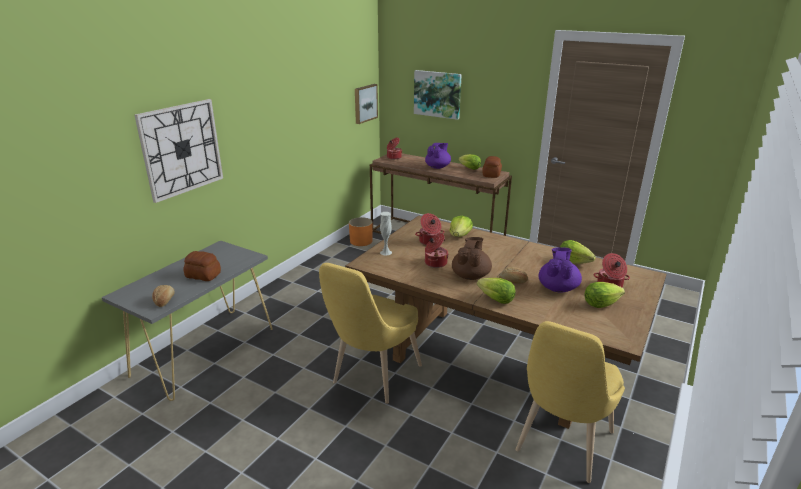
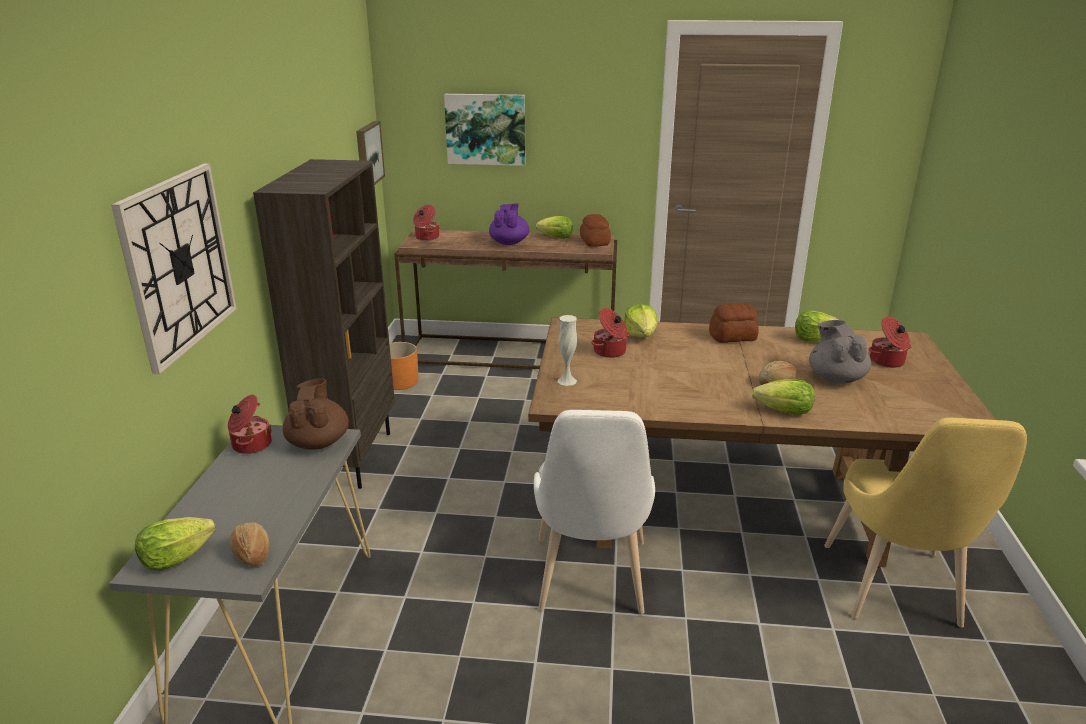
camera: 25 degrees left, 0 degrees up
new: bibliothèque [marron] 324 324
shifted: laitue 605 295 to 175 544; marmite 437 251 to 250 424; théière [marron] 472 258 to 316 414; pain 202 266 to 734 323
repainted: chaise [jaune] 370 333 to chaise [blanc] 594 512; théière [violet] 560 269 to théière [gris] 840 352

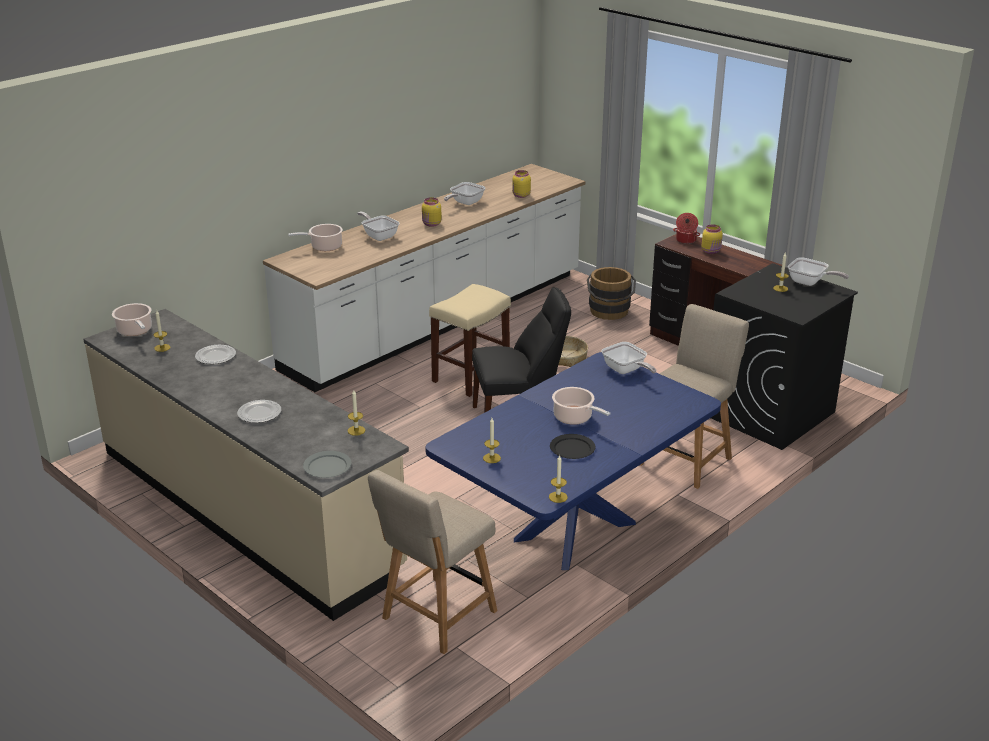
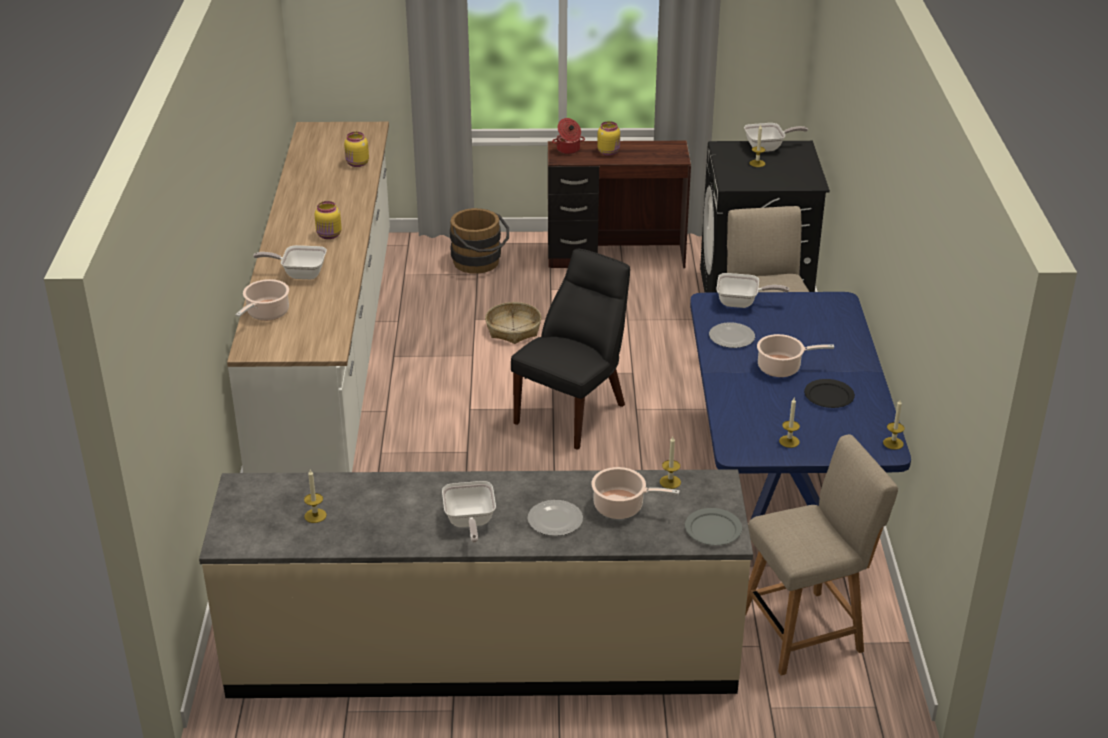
camera: 45 degrees left, 5 degrees up
gone: tabouret [beige] 470 340
shifted: poêle 465 193 to 469 512; marmite 132 319 to 635 493; assiette 215 354 to 732 335
rotated: chaise [beige] 433 562 = 821 555 105 degrees counterclockwise

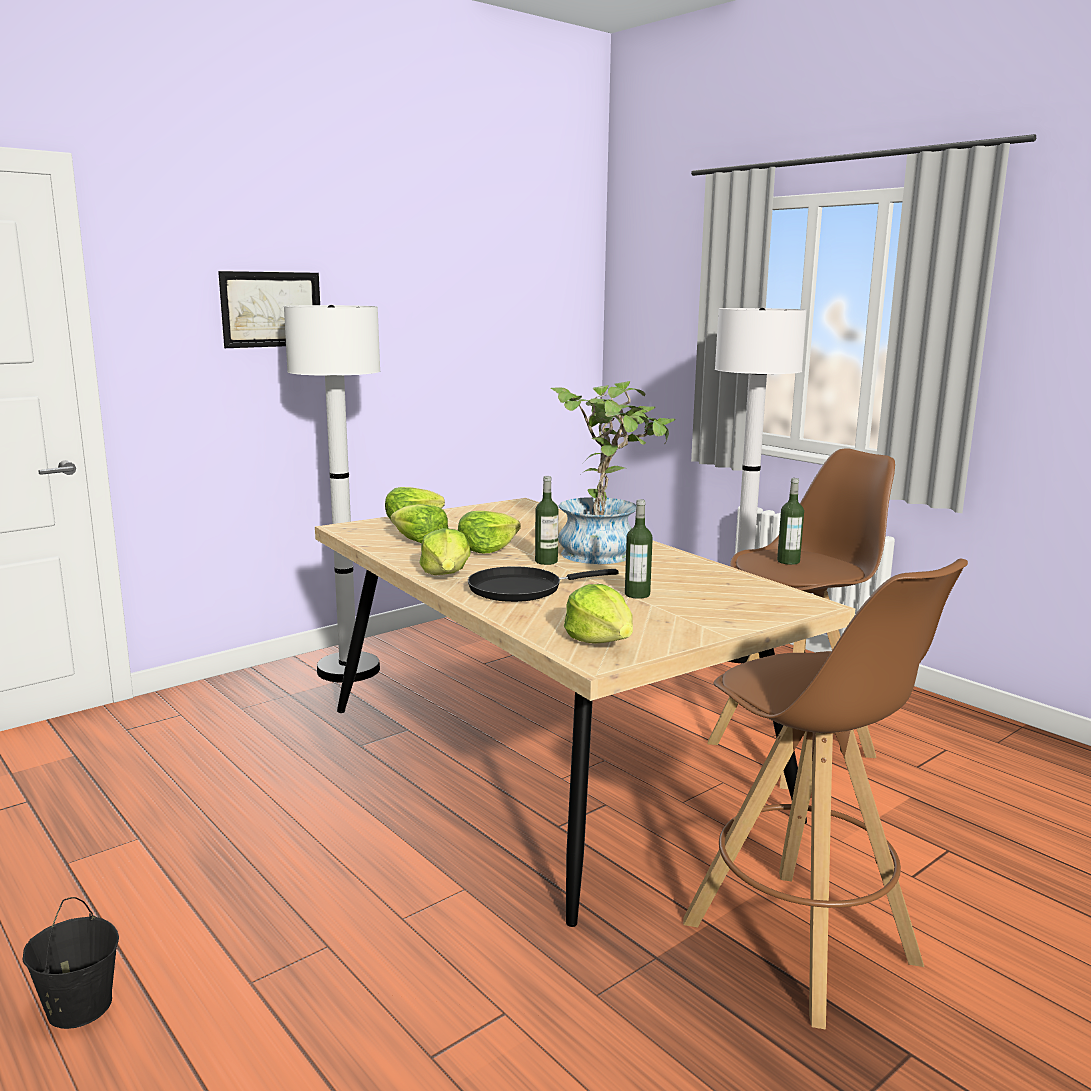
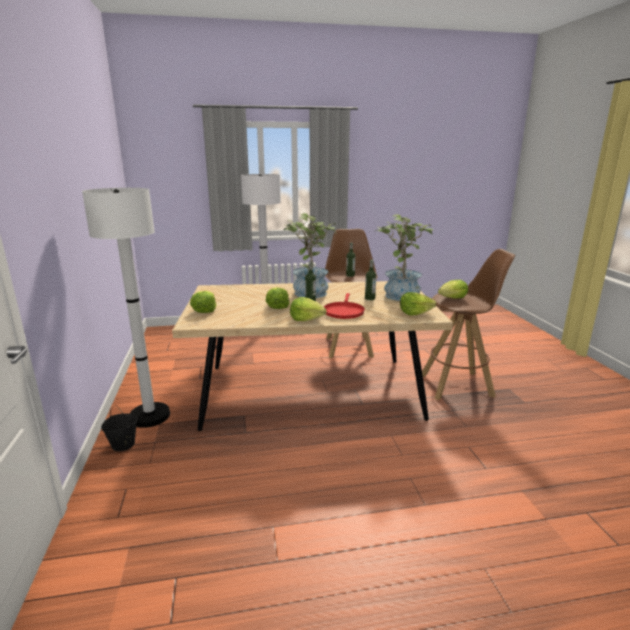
camera: 60 degrees left, 5 degrees up
gone: tableau 269 309
new: plante en pot 403 257
shifted: seau [noir] 71 963 to 119 428; laitue 419 523 to 453 289
repainted: poêle [noir] 543 584 to poêle [rouge] 344 306

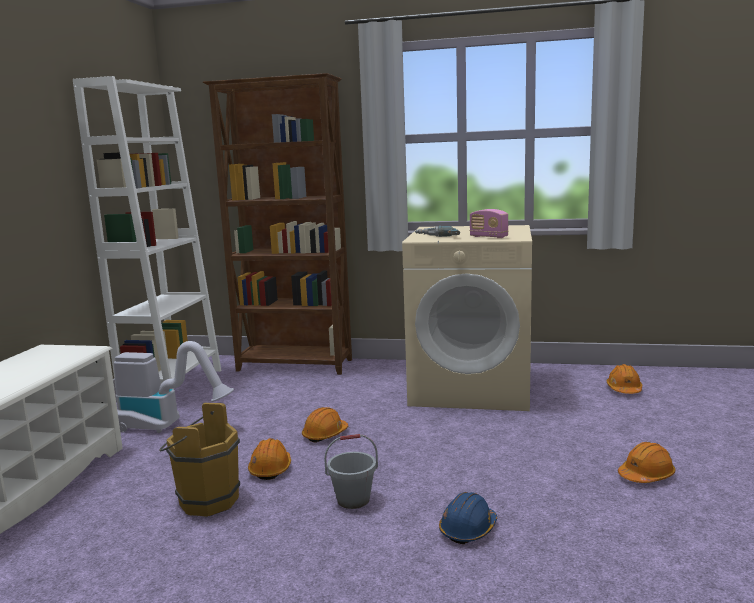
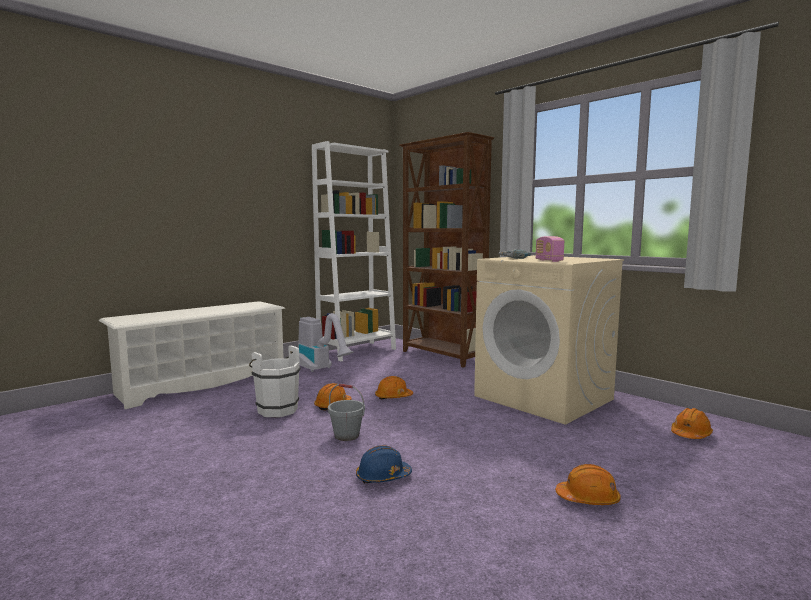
camera: 35 degrees right, 5 degrees down
repainted: seau [marron] 199 459 to seau [blanc] 275 381

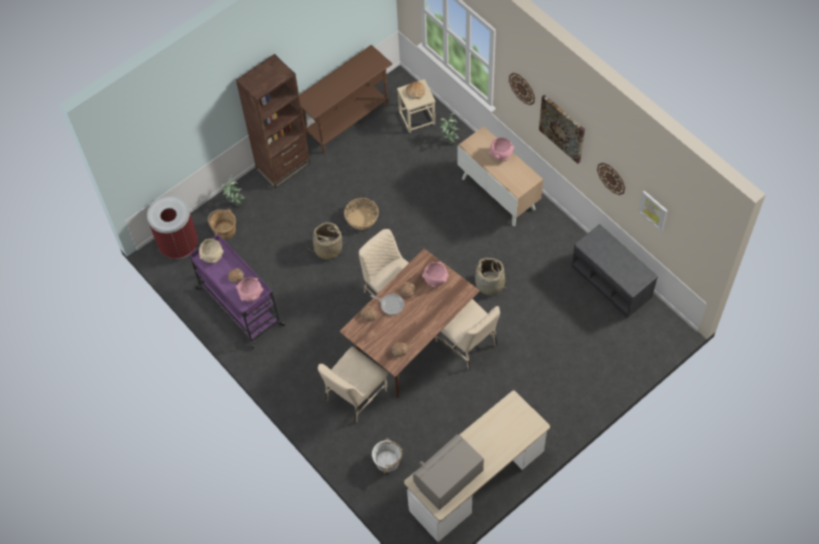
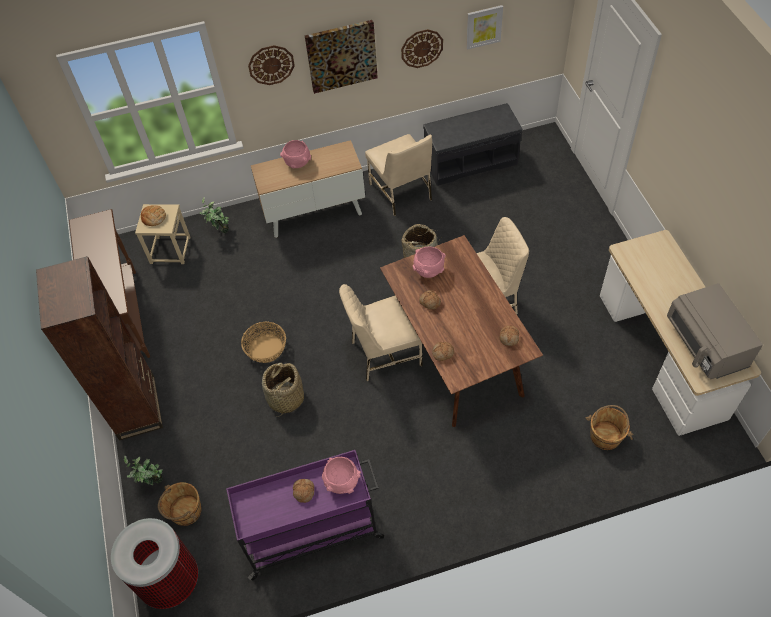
camera: 65 degrees left, 5 degrees down
gone: bol [beige] 211 251; poêle 387 304
shifted: chaise [beige] 353 385 to 398 175
repainted: seau [blanc] 387 456 to seau [marron] 609 427

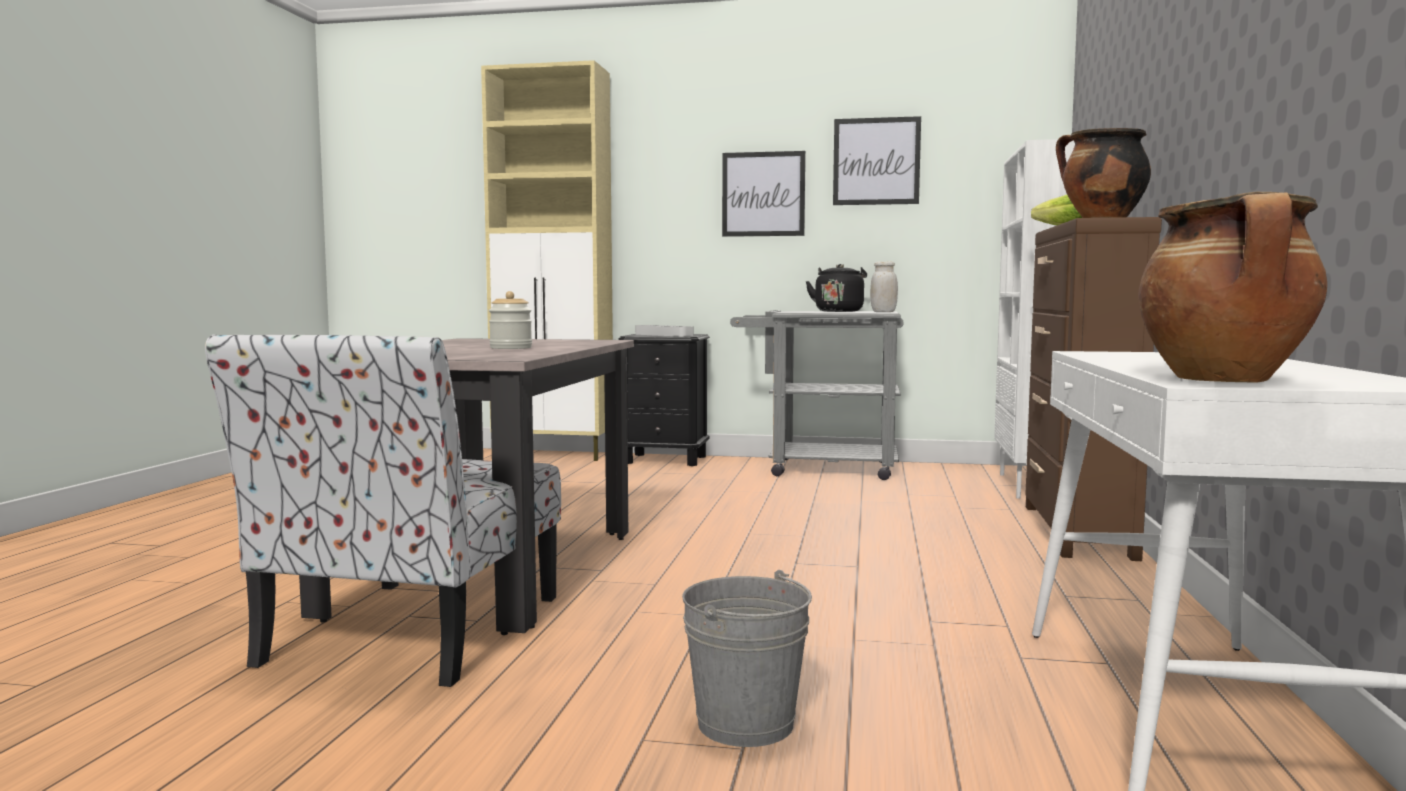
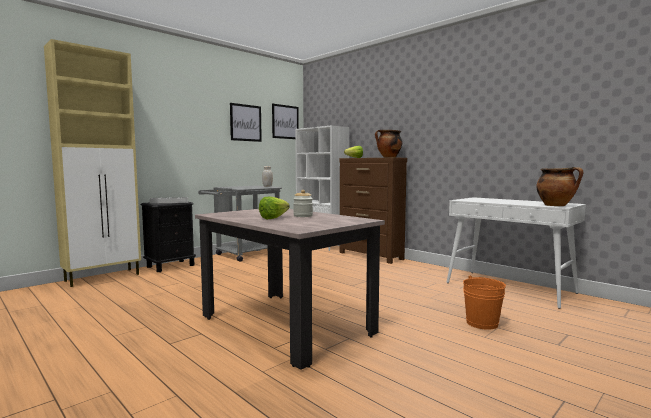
camera: 55 degrees left, 0 degrees up
gone: chaise 383 510; bouilloire [noir] 836 288
new: laitue 274 208
shifted: tableau 764 194 to 285 121
repainted: seau [gris] 747 658 to seau [orange] 484 302

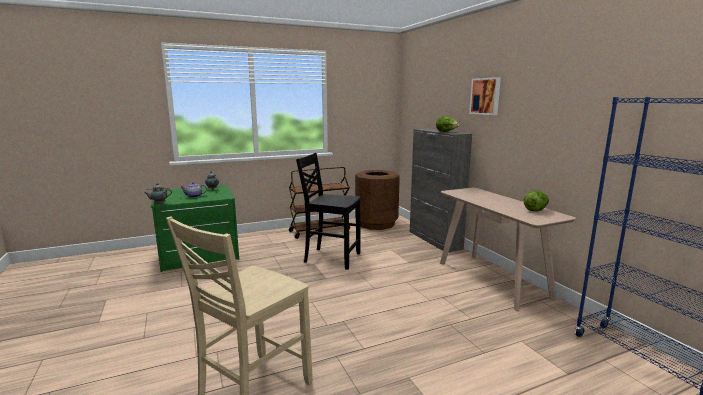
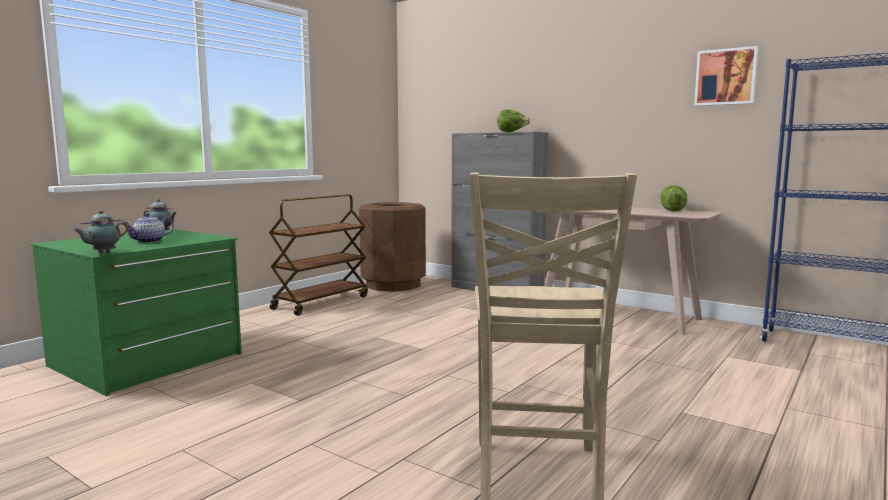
camera: 30 degrees left, 5 degrees down
gone: chaise [noir] 328 211
shifted: tableau 485 96 to 726 76

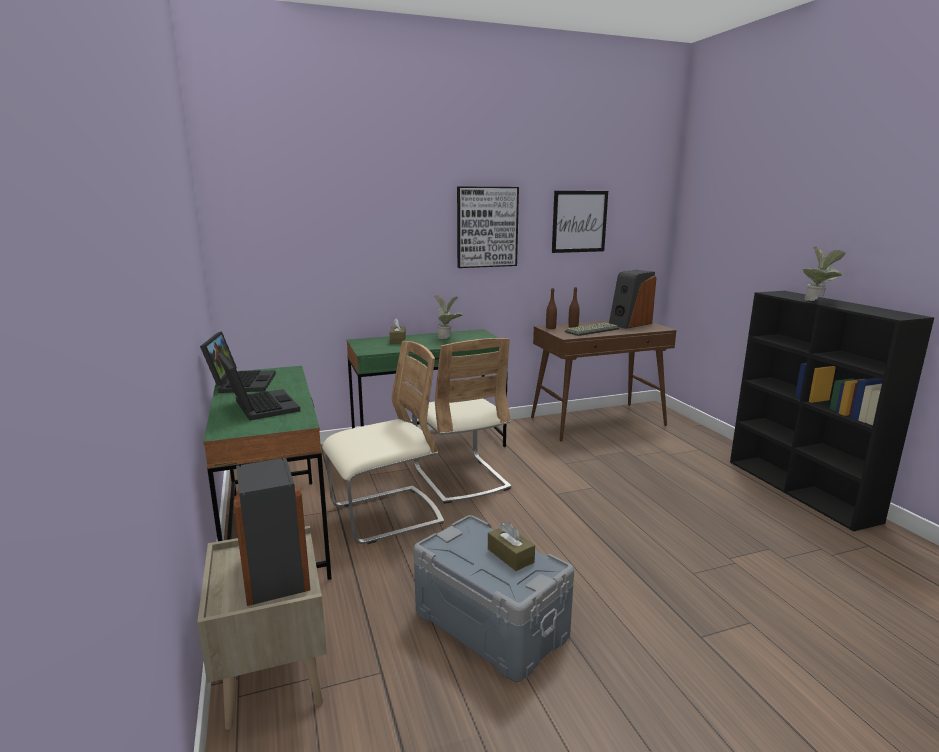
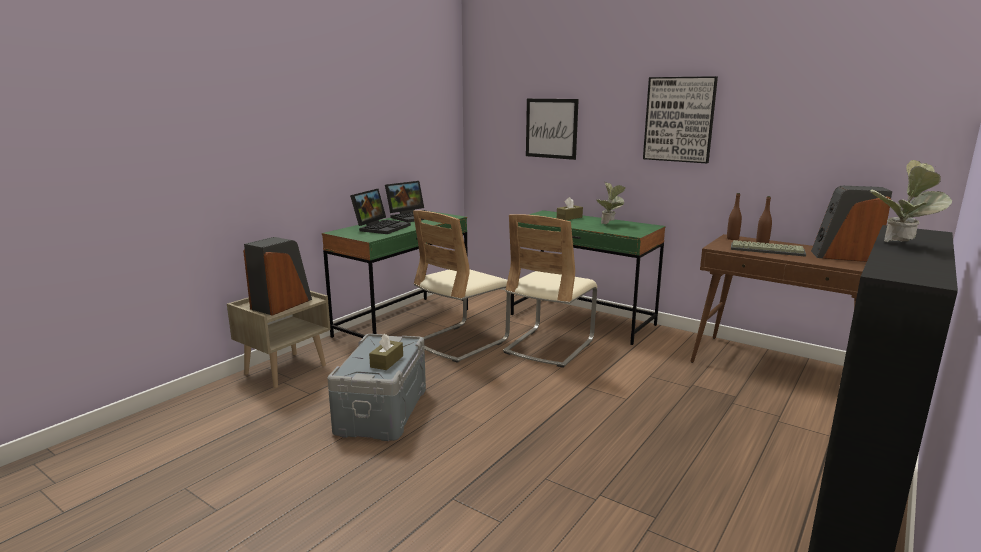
camera: 55 degrees right, 0 degrees up
shifted: tableau 580 222 to 552 129
rotated: chaise [beige] 383 442 = 462 286 105 degrees clockwise

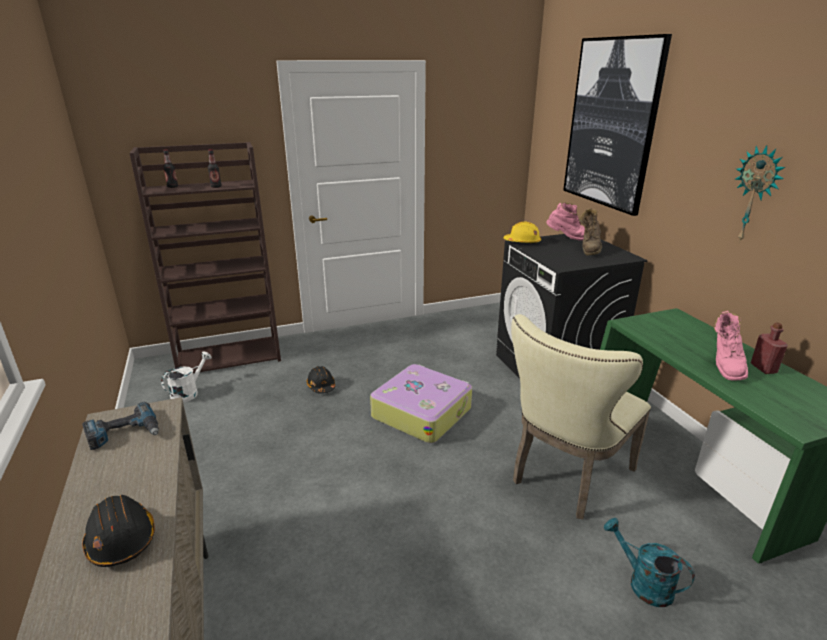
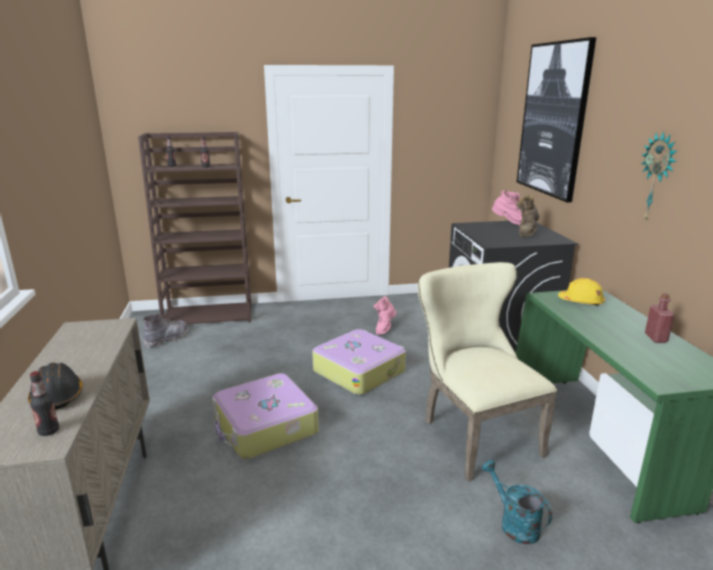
camera: 10 degrees right, 5 degrees down
gone: perceuse 120 426; casque de chantier [noir] 320 380
new: bouteille 44 403; valise 265 416
shifted: botte [rose] 731 346 to 385 315; casque de chantier [jaune] 522 233 to 581 292
swapped: arrosoir [blanc] 186 377 to botte [gris] 165 331
rotated: chaise [beige] 581 416 = 487 372 105 degrees clockwise

